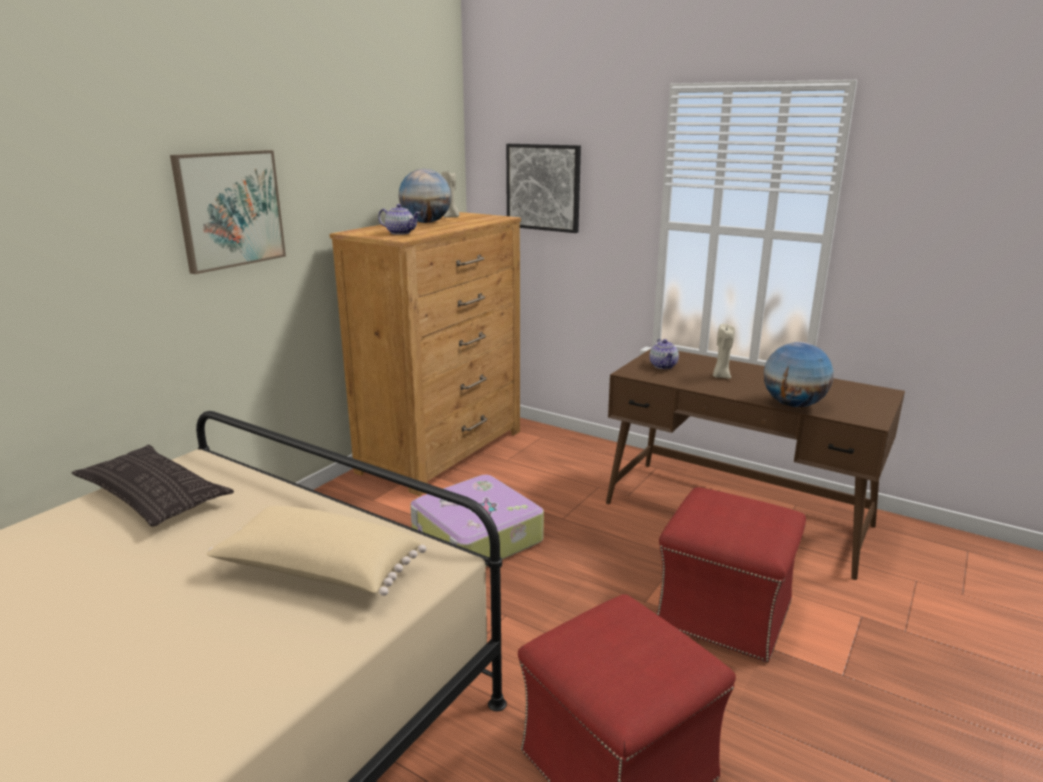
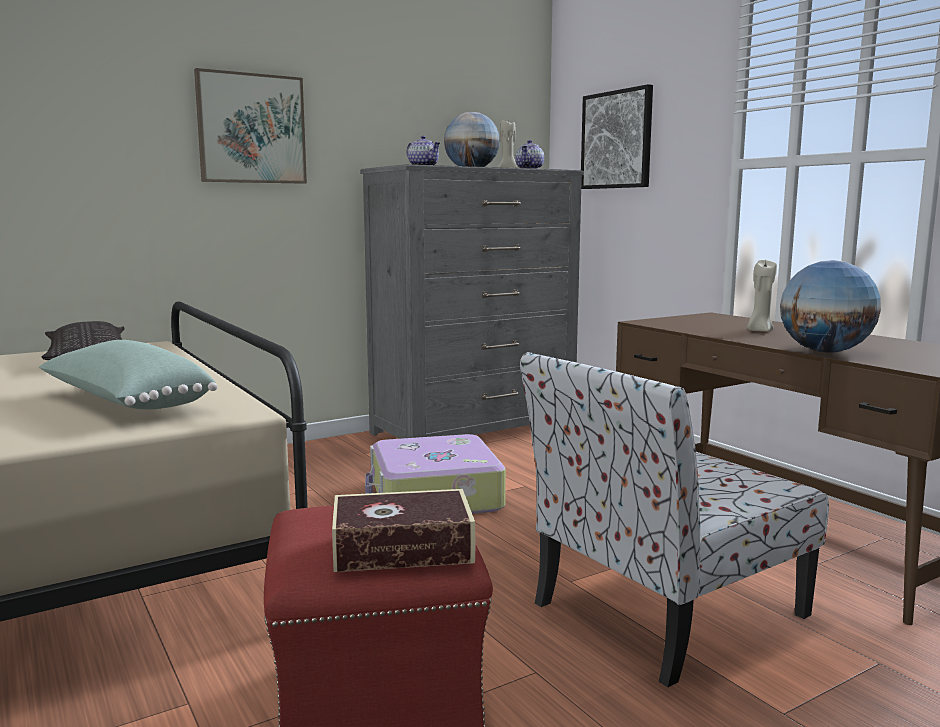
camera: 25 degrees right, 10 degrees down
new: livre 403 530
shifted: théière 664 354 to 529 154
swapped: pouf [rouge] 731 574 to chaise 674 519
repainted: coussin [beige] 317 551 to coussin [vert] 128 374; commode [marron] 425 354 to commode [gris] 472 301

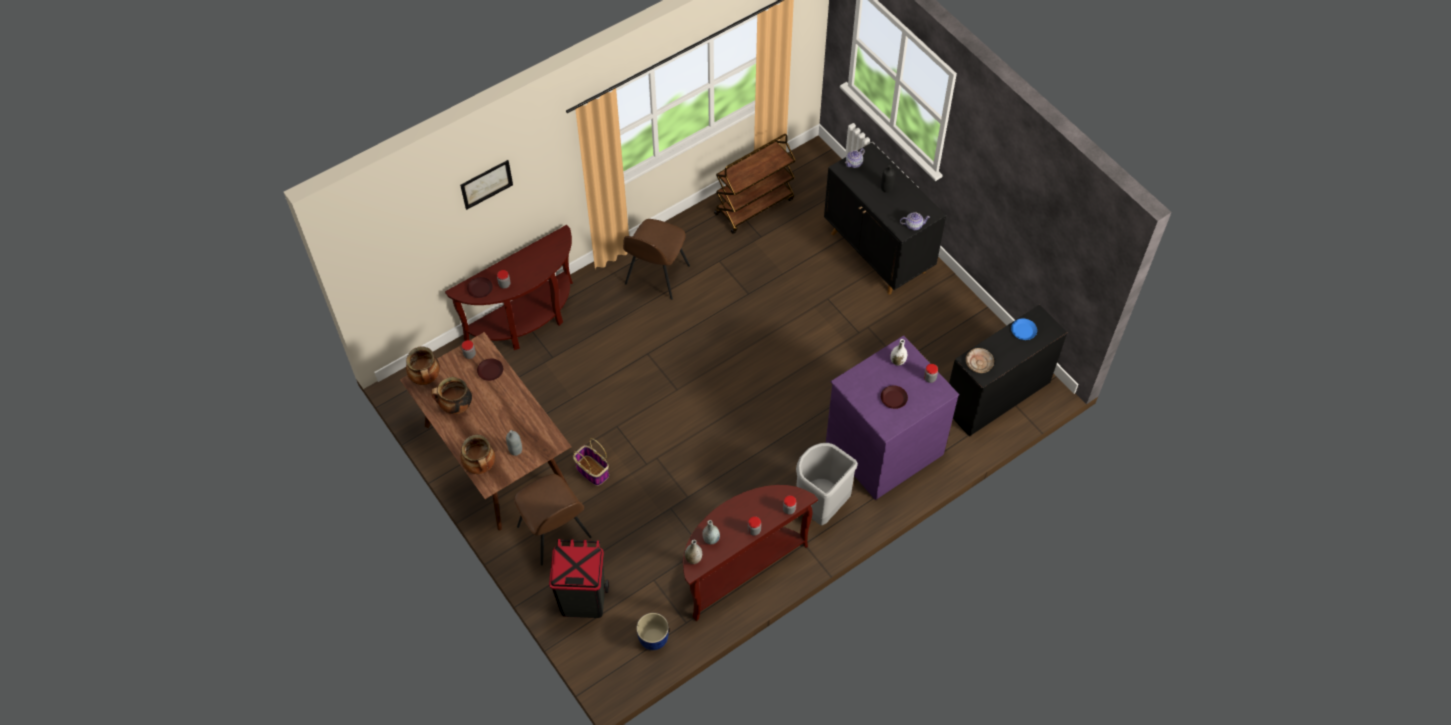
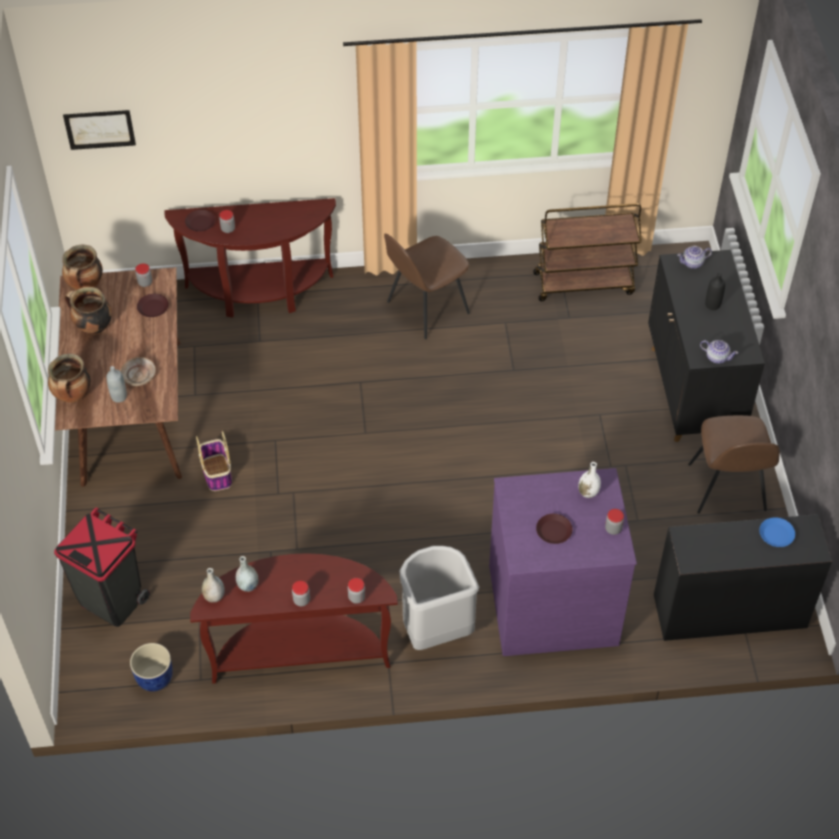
camera: 30 degrees right, 5 degrees down
shifted: tableau 486 185 to 99 130; assiette [beige] 980 360 to 138 371; chaise [marron] 552 519 to 734 464

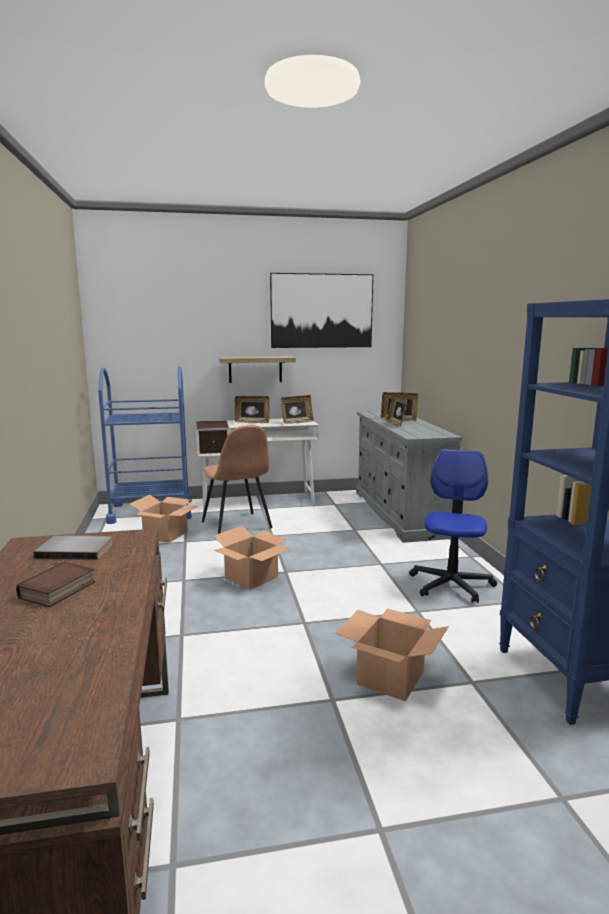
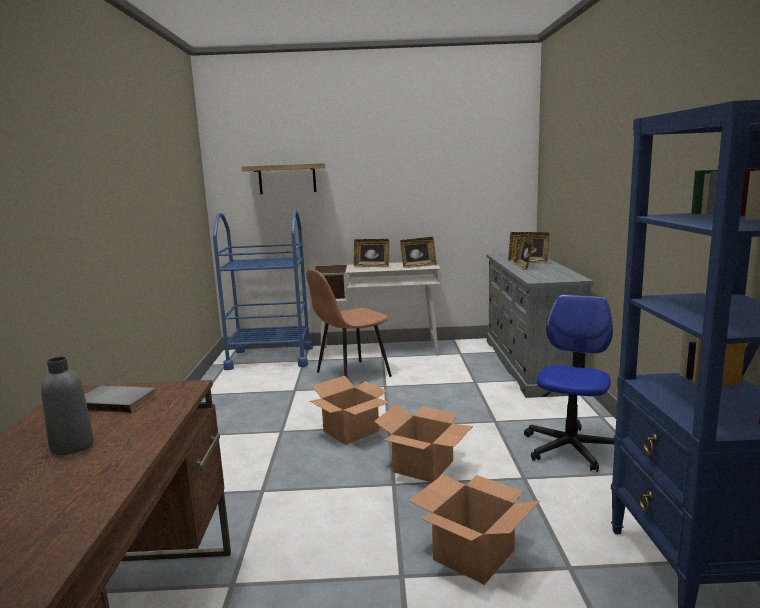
camera: 10 degrees right, 0 degrees up
gone: tableau 321 310
shifted: étagère 257 369 to 283 178; carton 164 519 to 423 443
swapped: livre 55 584 to bouteille [gris] 67 406
rotated: chaise [marron] 237 479 = 349 322 75 degrees clockwise

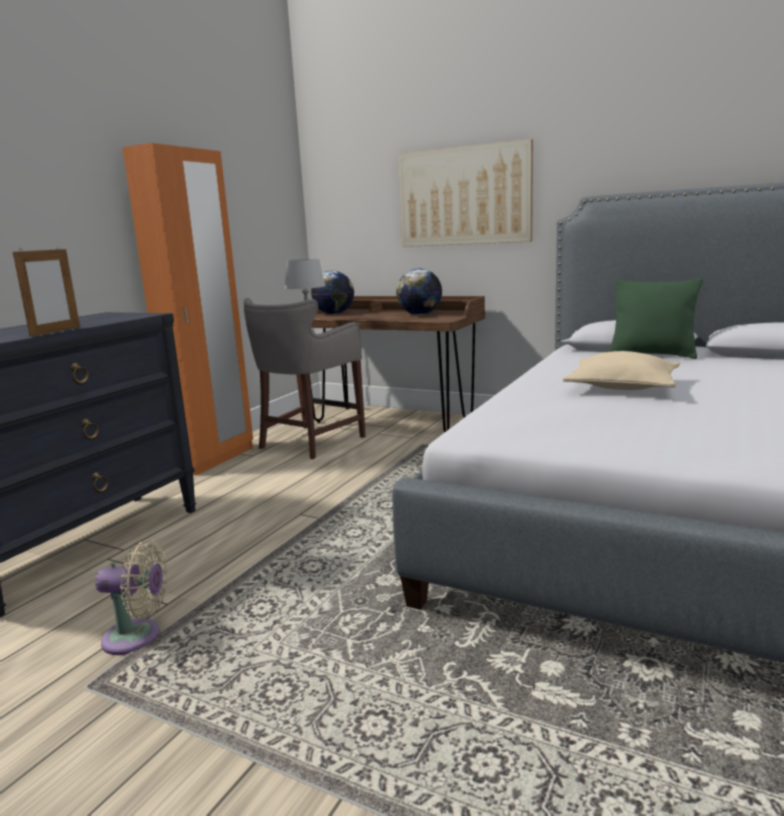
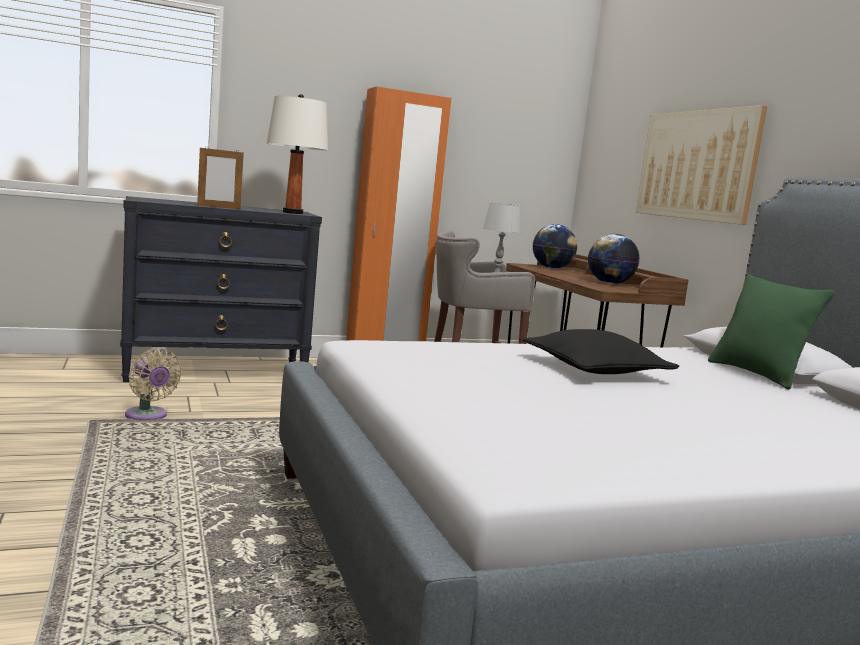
camera: 40 degrees right, 5 degrees down
new: lampe de table [blanc] 297 154
repainted: coussin [beige] 621 370 to coussin [noir] 600 351

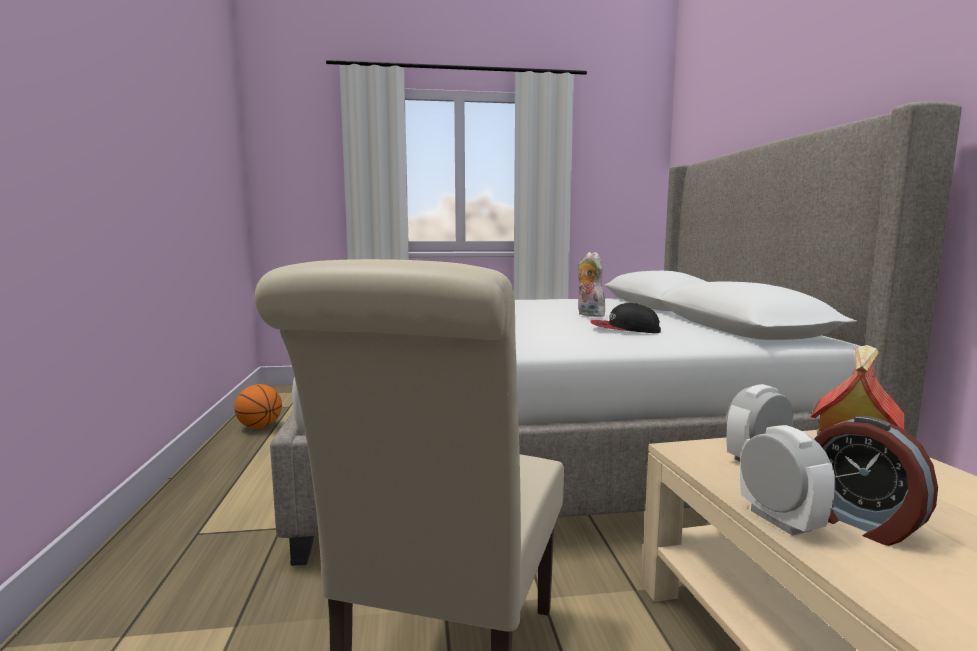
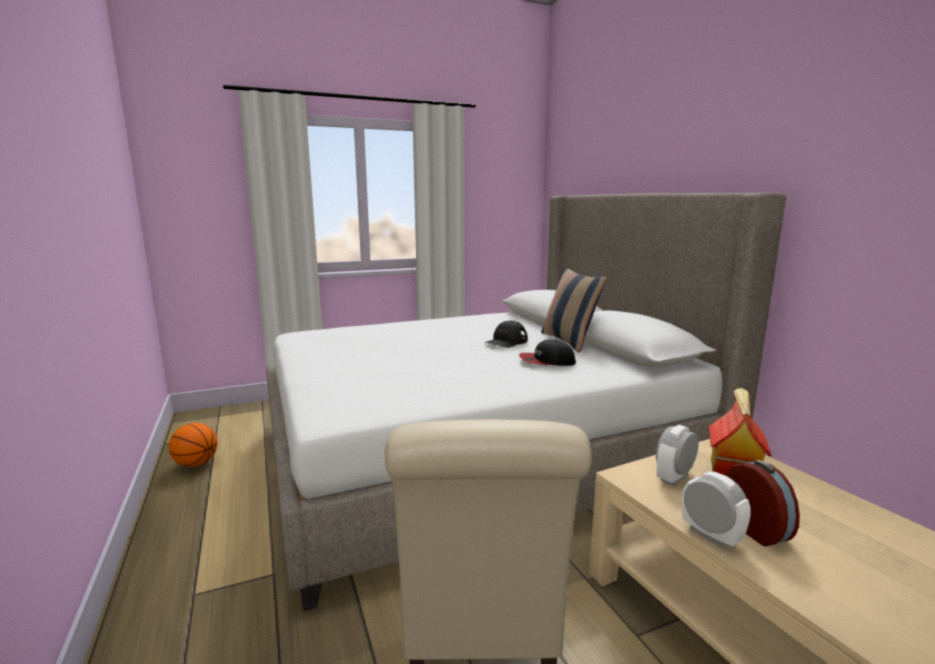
camera: 15 degrees left, 5 degrees up
new: coussin 574 310
swapped: peluche 592 284 to casquette [noir] 506 334
rotated: réveil 876 481 = 762 503 150 degrees counterclockwise

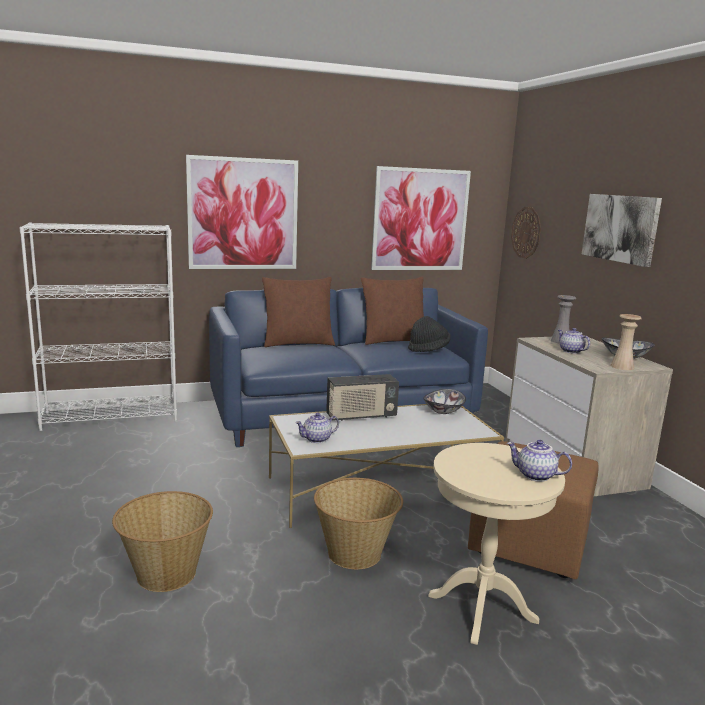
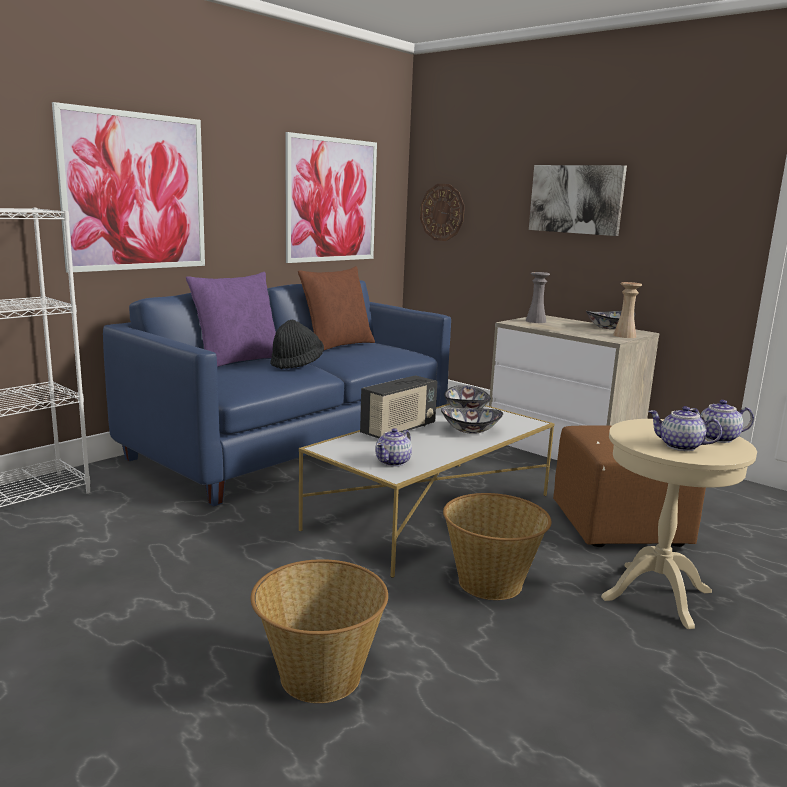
camera: 30 degrees left, 0 degrees up
new: bol 472 420
shifted: chapeau [noir] 429 334 to 297 344; théière 574 341 to 685 428
repainted: coussin [marron] 298 312 to coussin [violet] 231 319

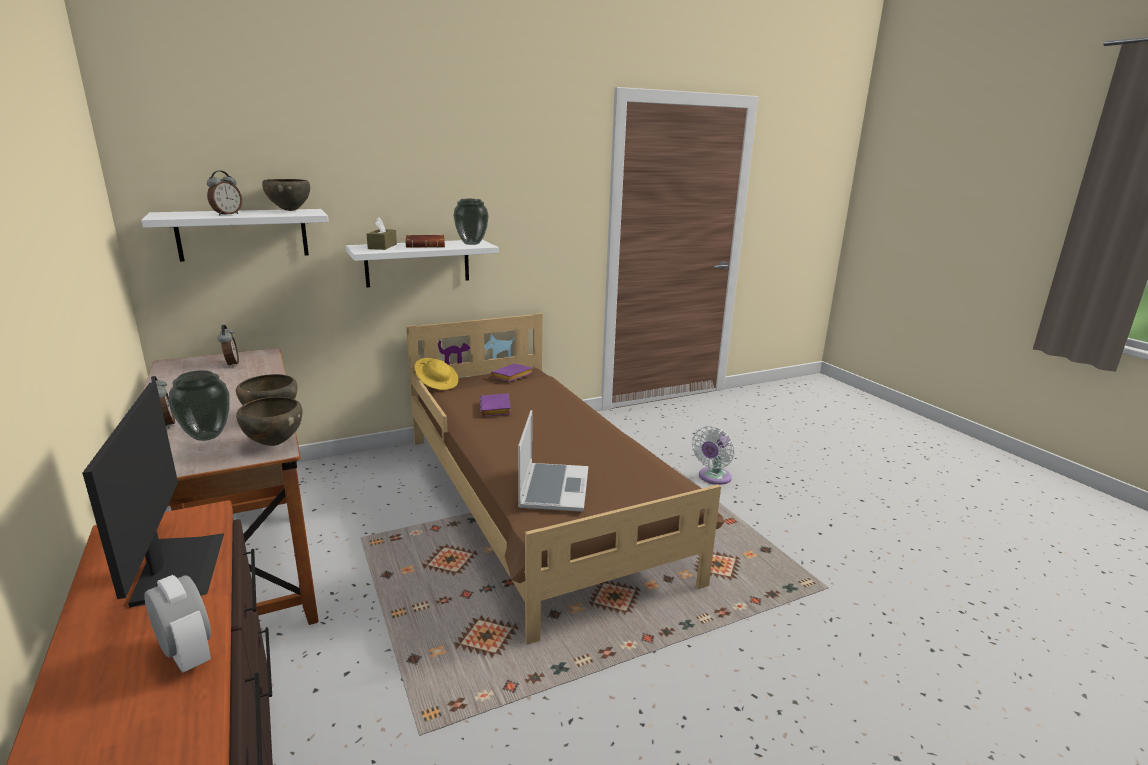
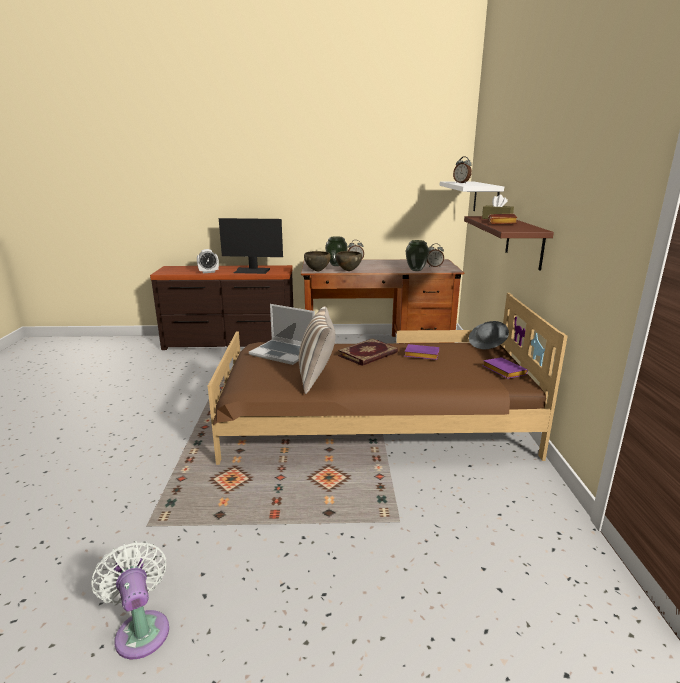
camera: 115 degrees right, 0 degrees up
gone: bol [marron] 286 195
new: coussin 317 350; livre 368 352
shifted: ventilateur [blanc] 713 455 to 130 600; vase 471 222 to 417 255
repainted: étagère [blanc] 422 263 to étagère [marron] 509 243; chapeau [jaune] 436 374 to chapeau [gris] 489 335

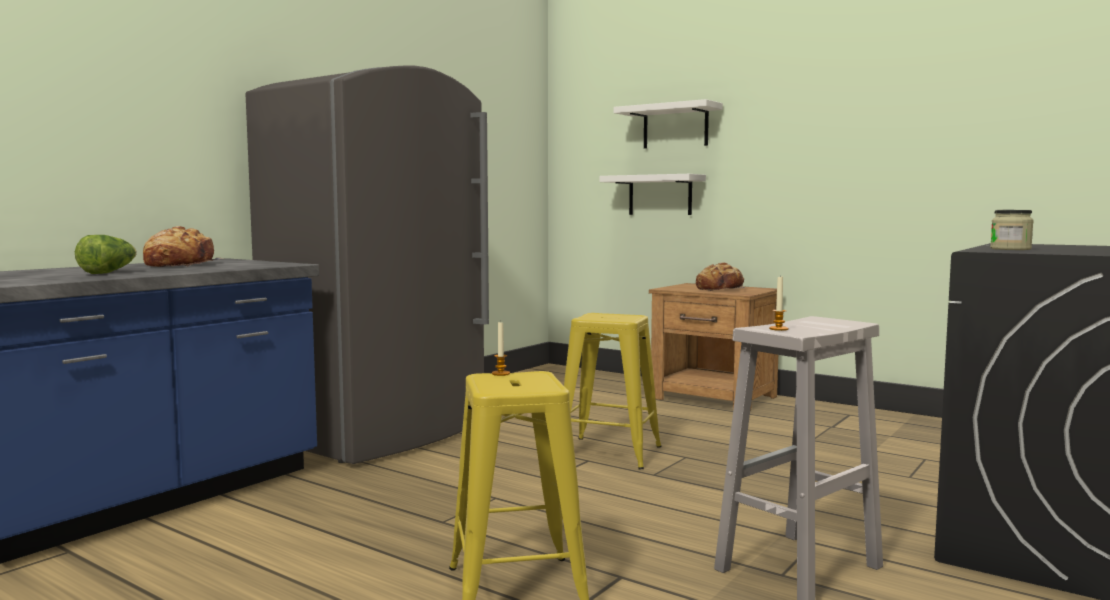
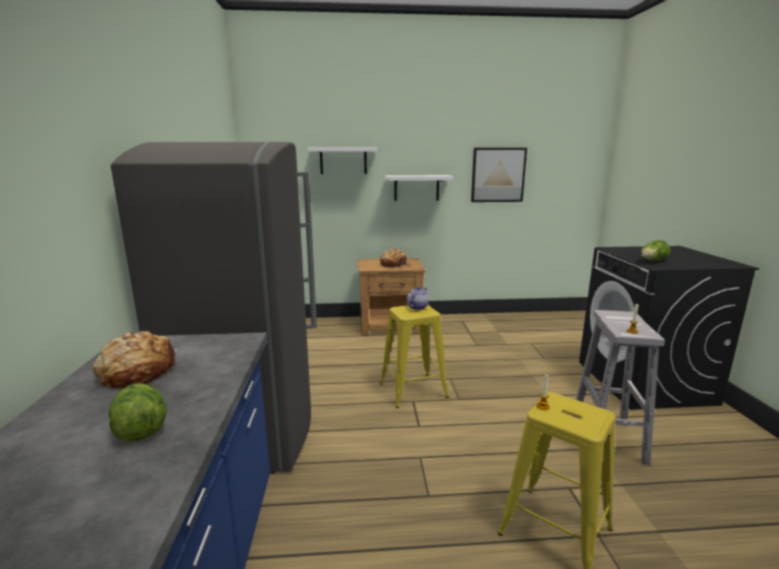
camera: 40 degrees left, 10 degrees up
new: théière 418 298; tableau 499 175
shifted: étagère [blanc] 652 194 to 419 188
swapped: bocal 1012 230 to laitue 656 250

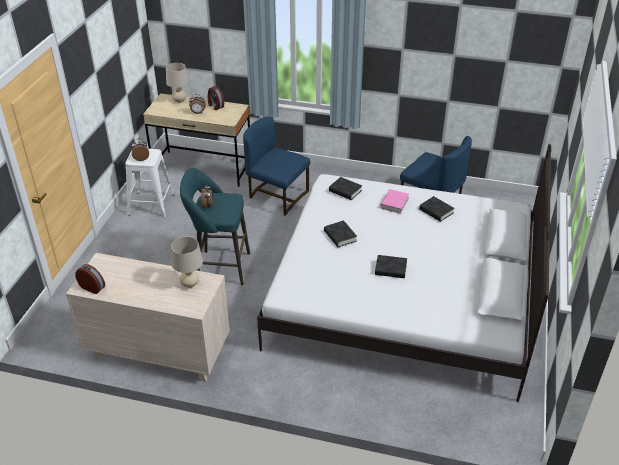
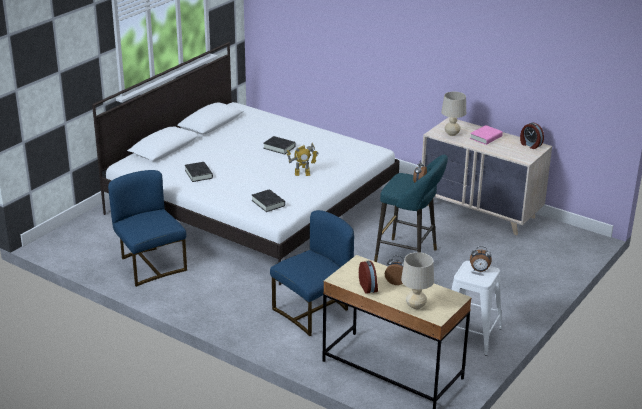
camera: 160 degrees left, 10 degrees down
shifted: livre [rose] 394 201 to 486 135
swapped: livre [noir] 340 233 to robot jouet 303 159
rotated: chaise [bleu] 276 166 = 312 273 90 degrees counterclockwise

